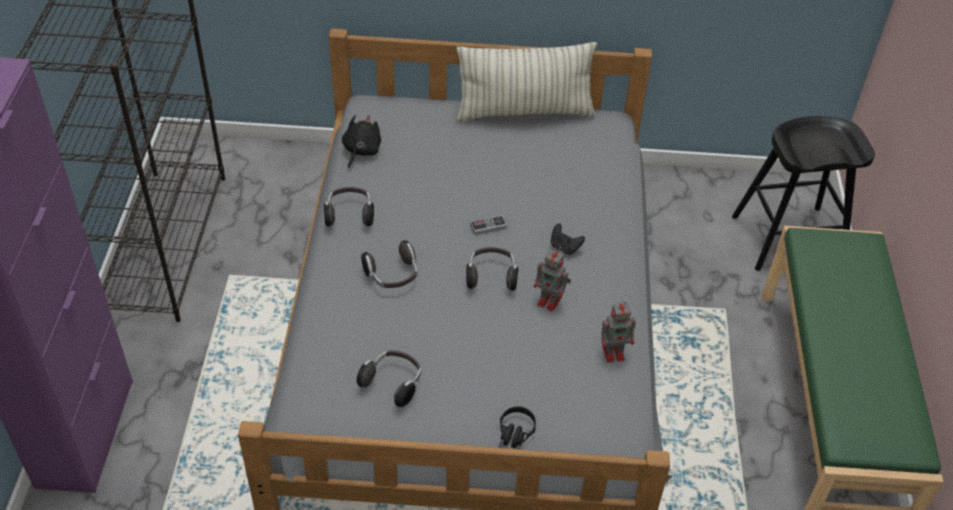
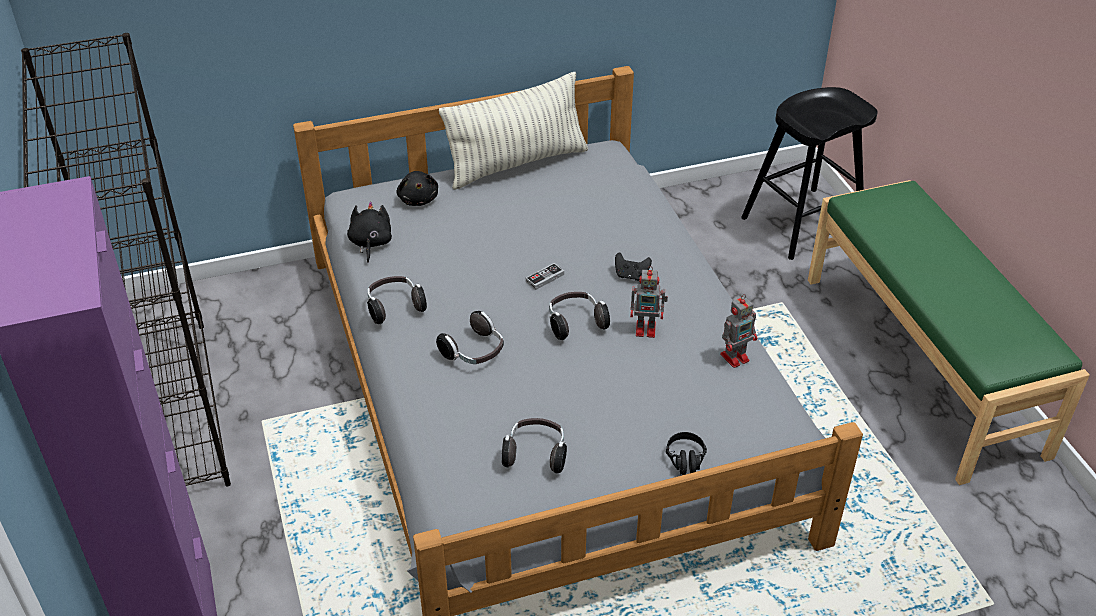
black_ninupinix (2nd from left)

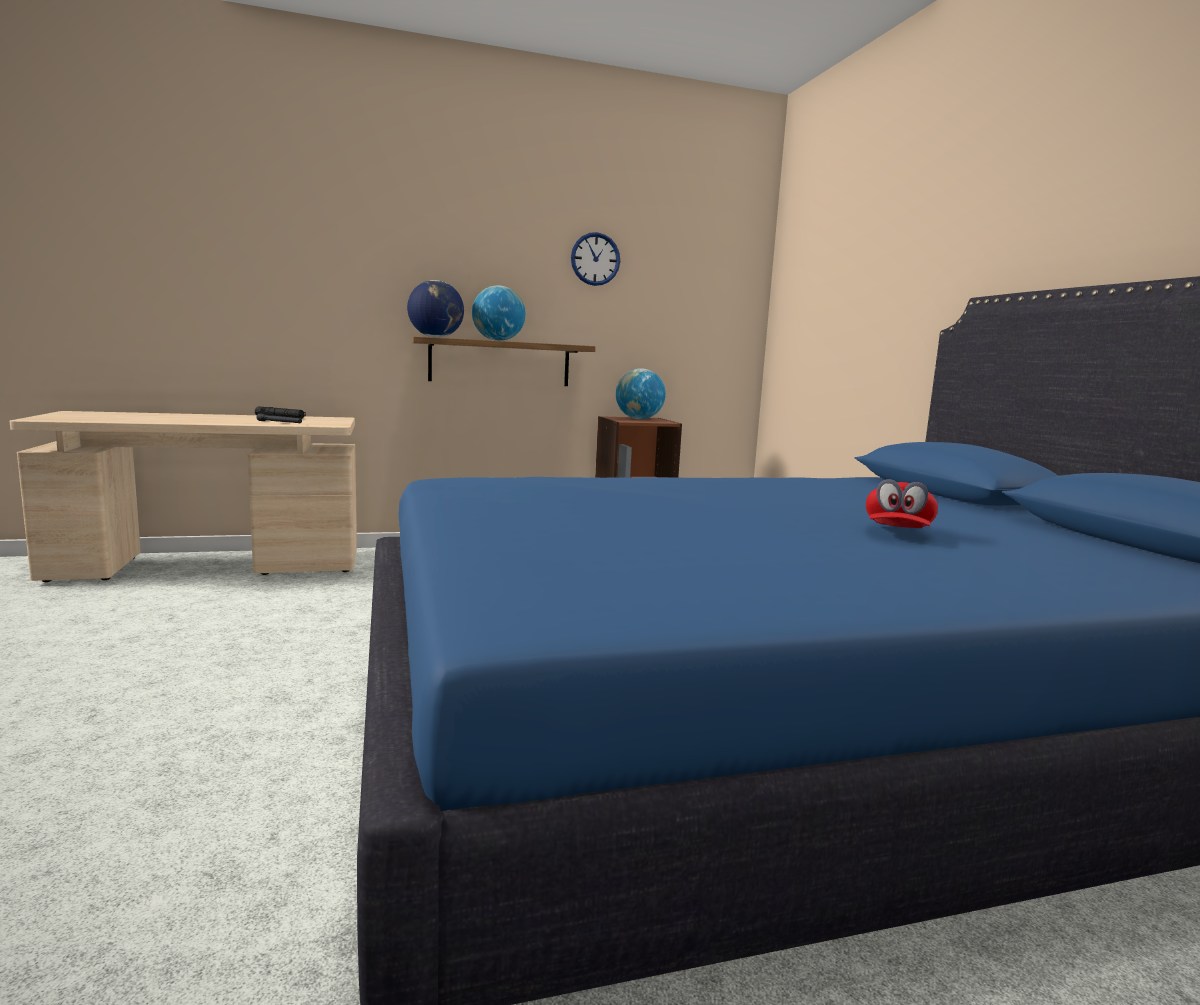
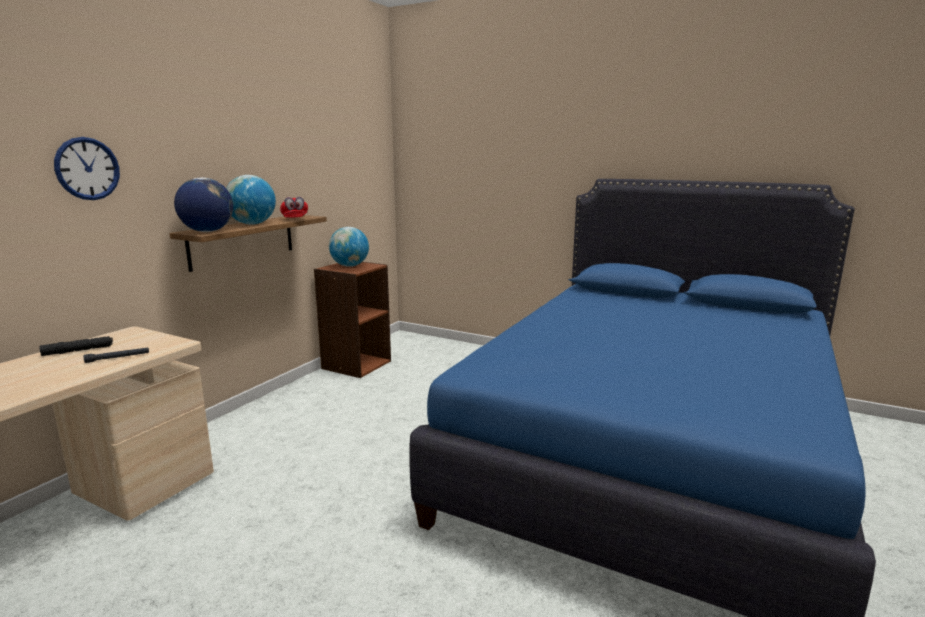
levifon
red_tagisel

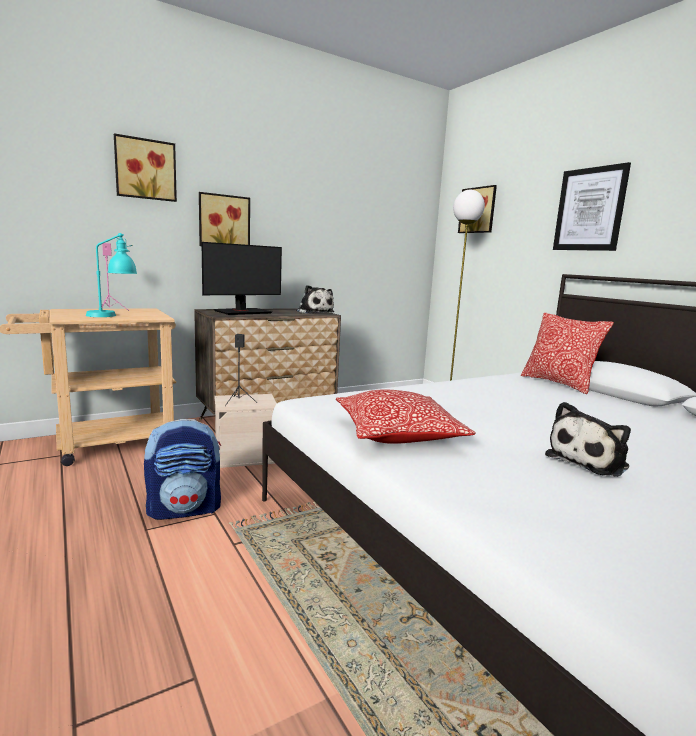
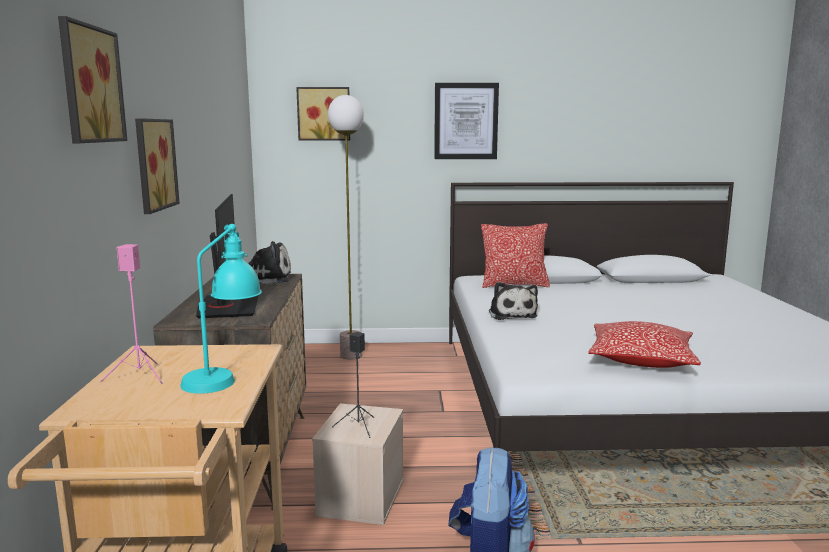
ninupinix (2nd from left)

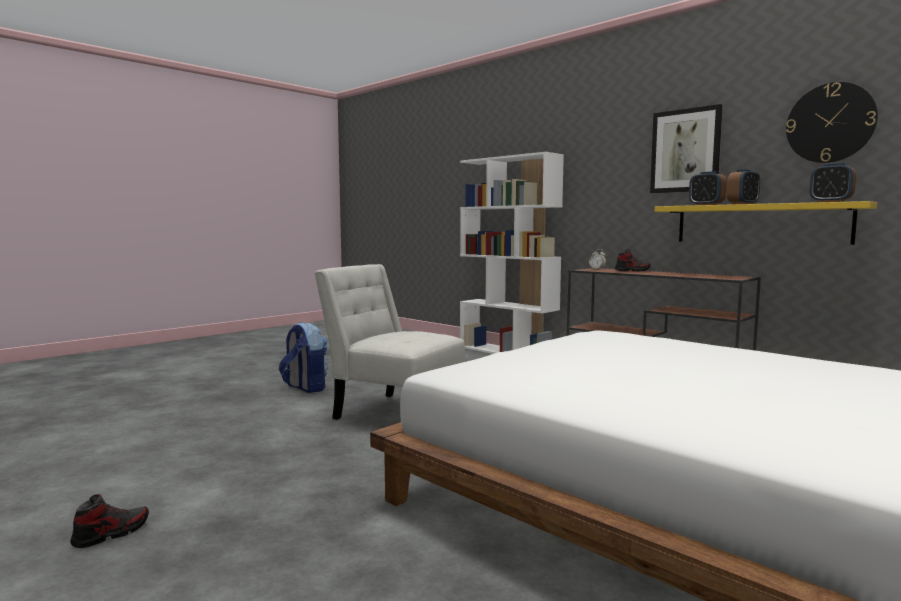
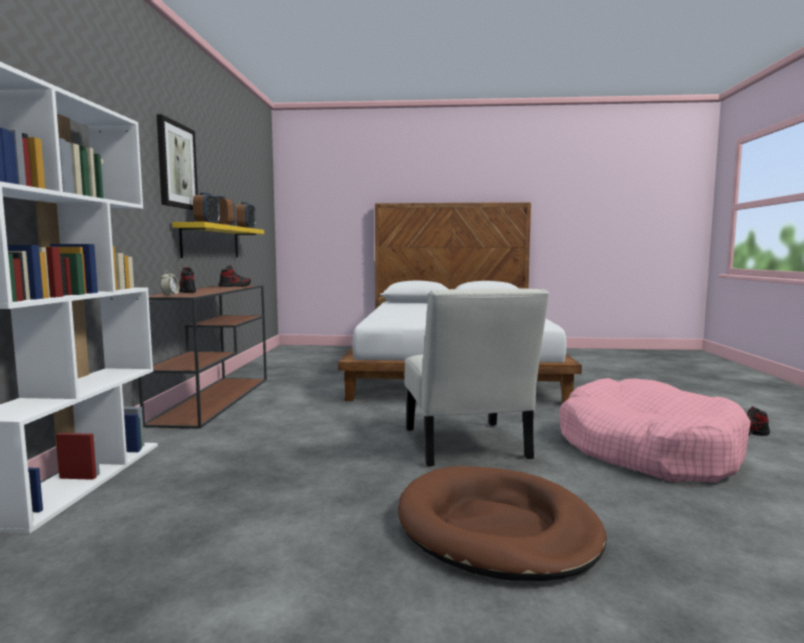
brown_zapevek
levifon
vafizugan (2nd from left)
pink_zapevek

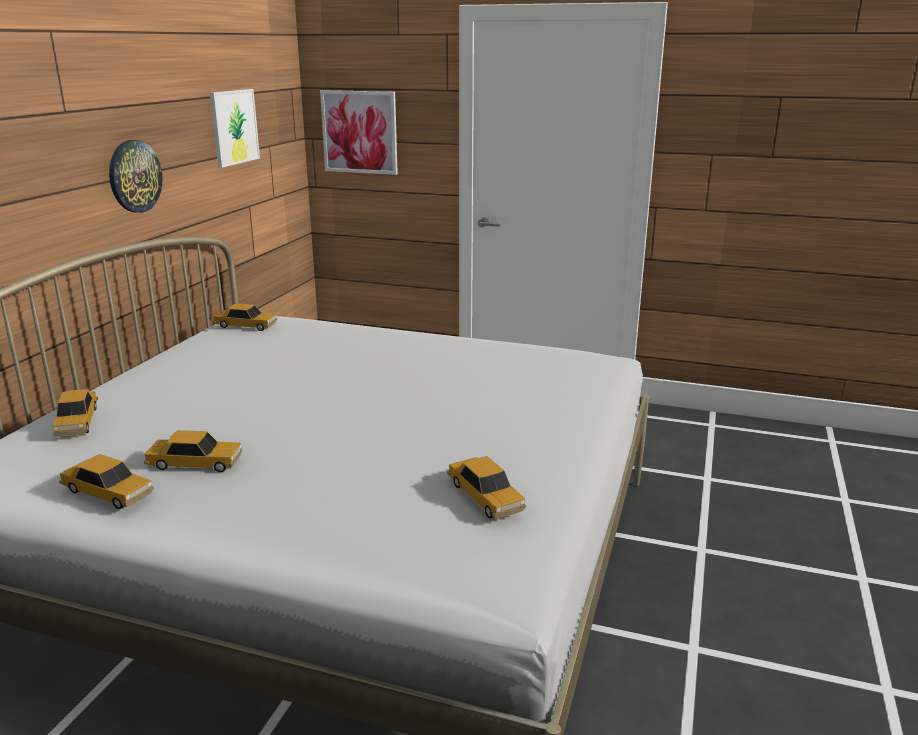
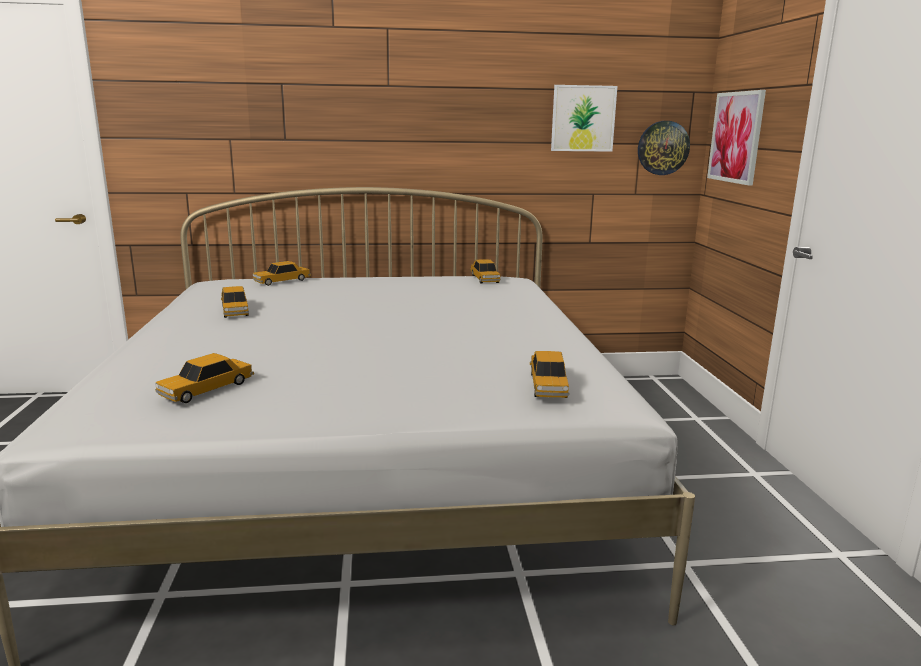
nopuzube (5th from left)
levifon

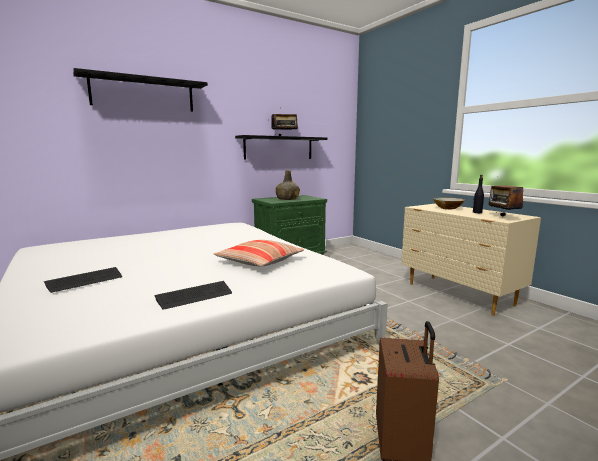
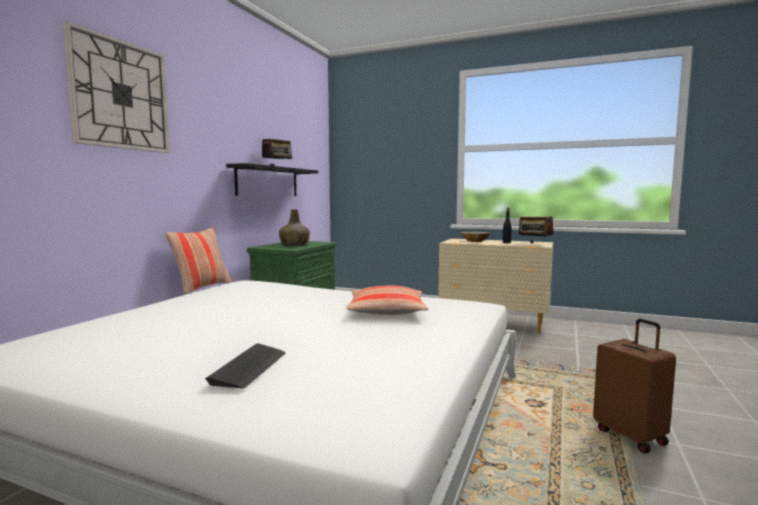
levifon
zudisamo (2nd from left in the first image)
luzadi (1st from left)

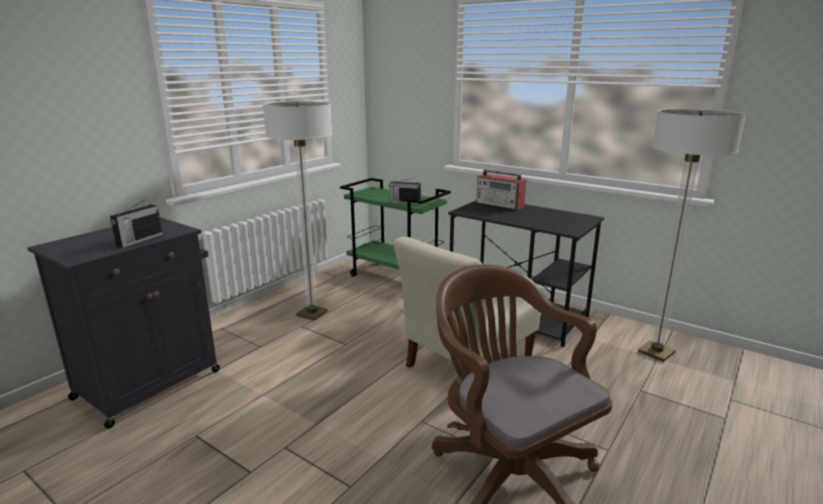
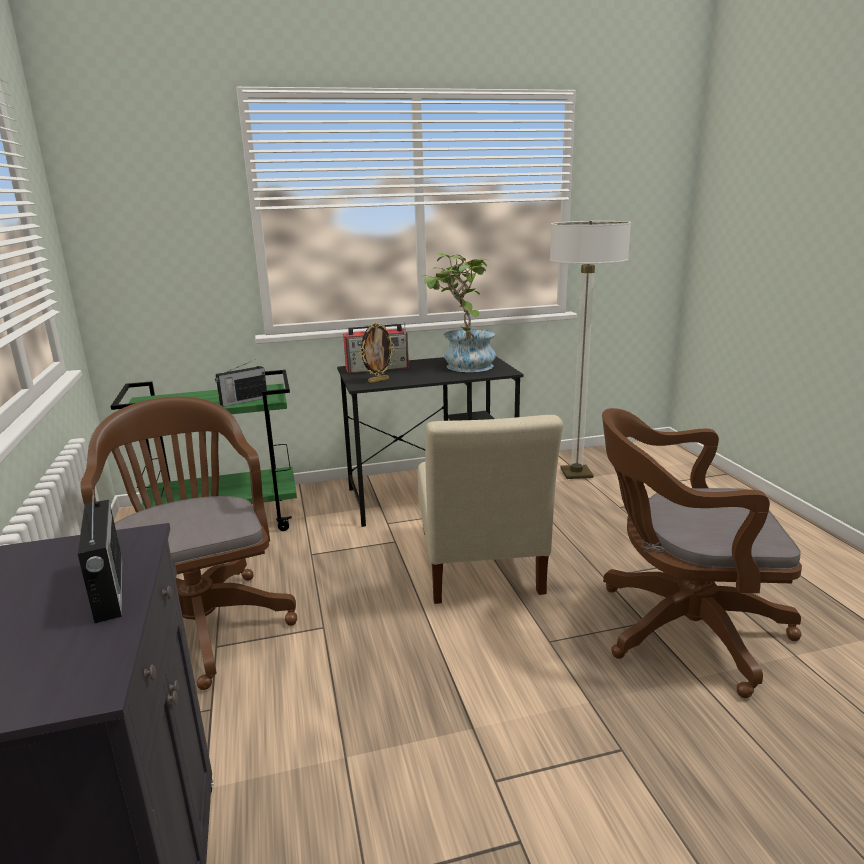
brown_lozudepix (1st from left)
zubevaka
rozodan

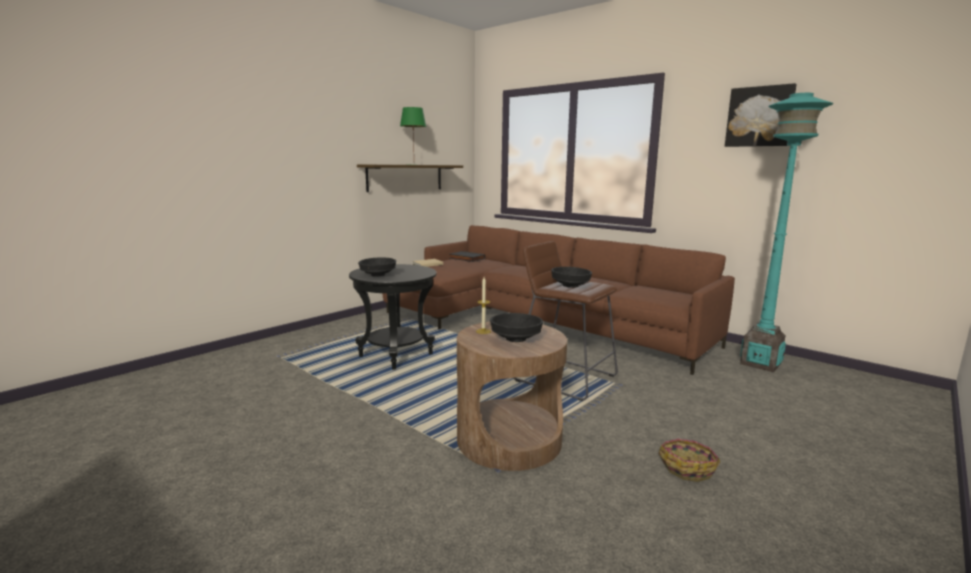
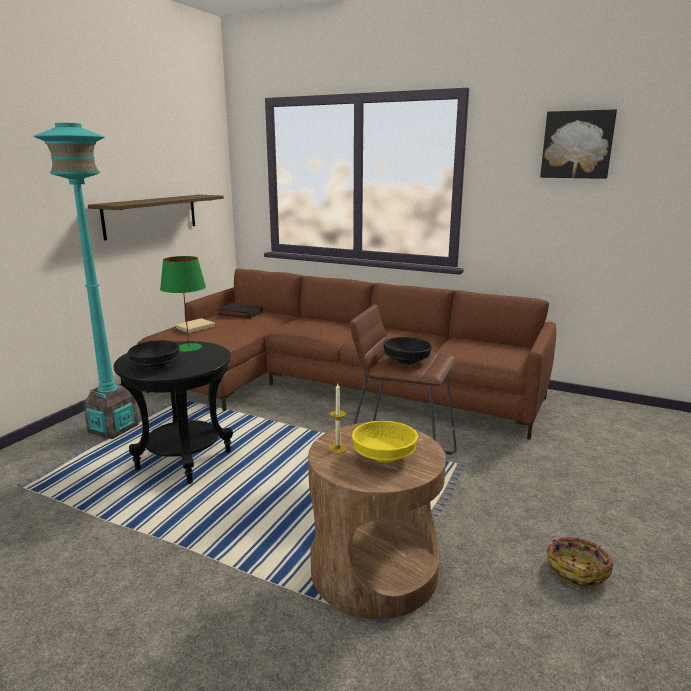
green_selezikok
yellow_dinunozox
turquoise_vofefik

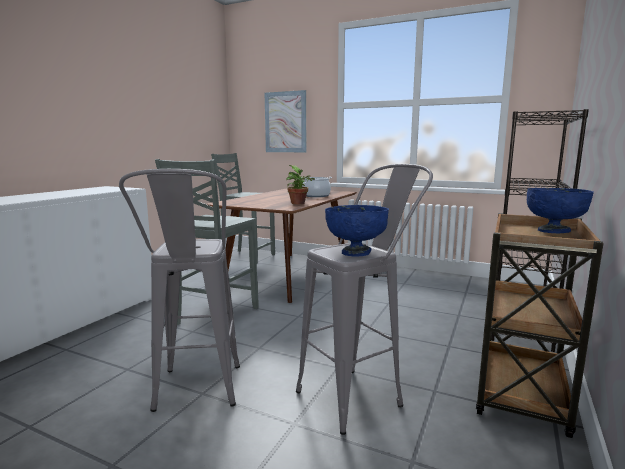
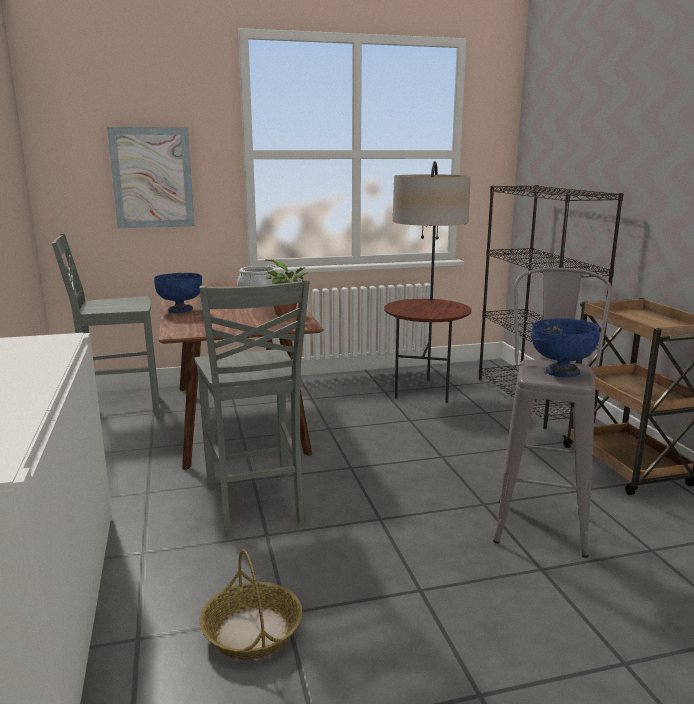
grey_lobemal (1st from left in the first image)
blue_dinunozox (1st from left)
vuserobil
vofefik

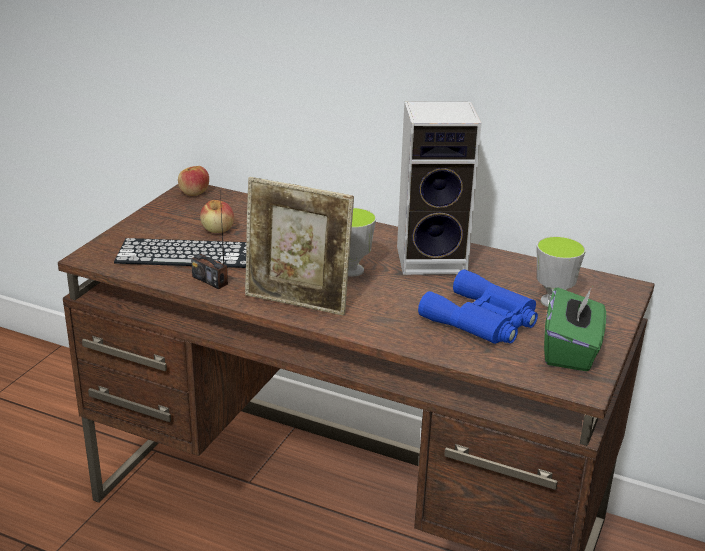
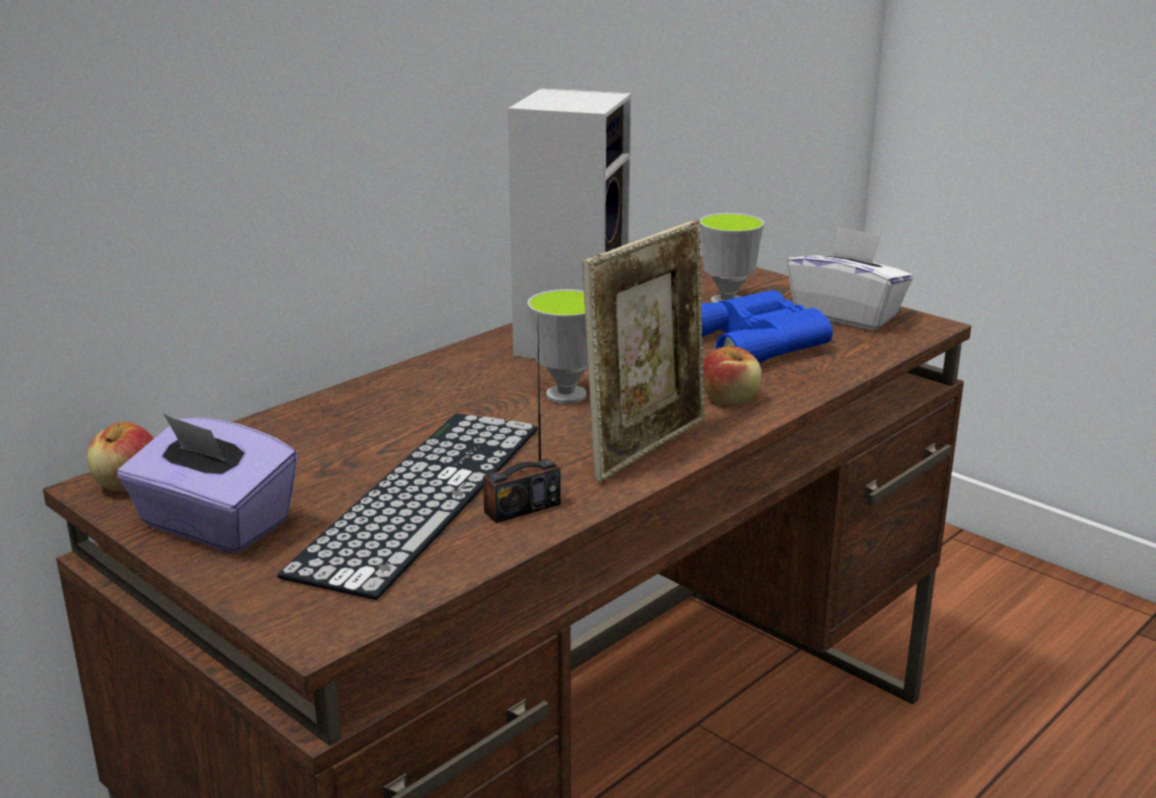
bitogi (2nd from left)
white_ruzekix
purple_ruzekix

